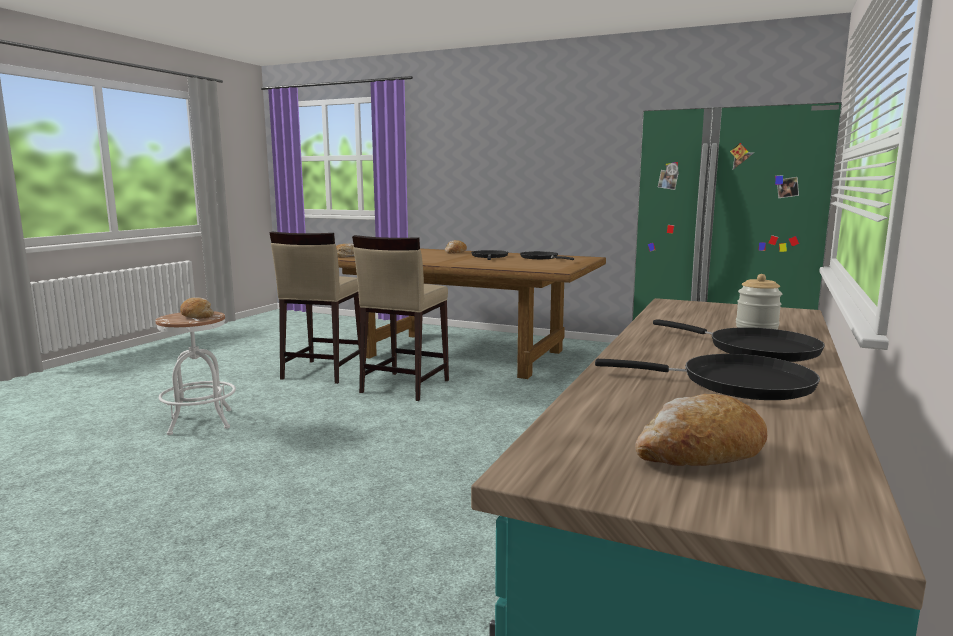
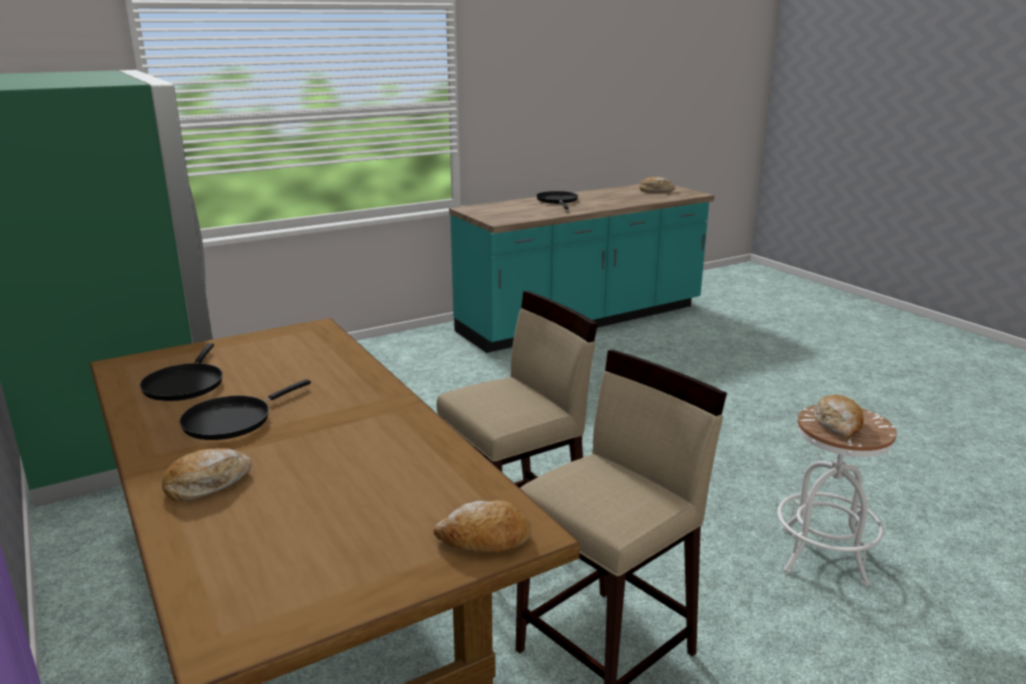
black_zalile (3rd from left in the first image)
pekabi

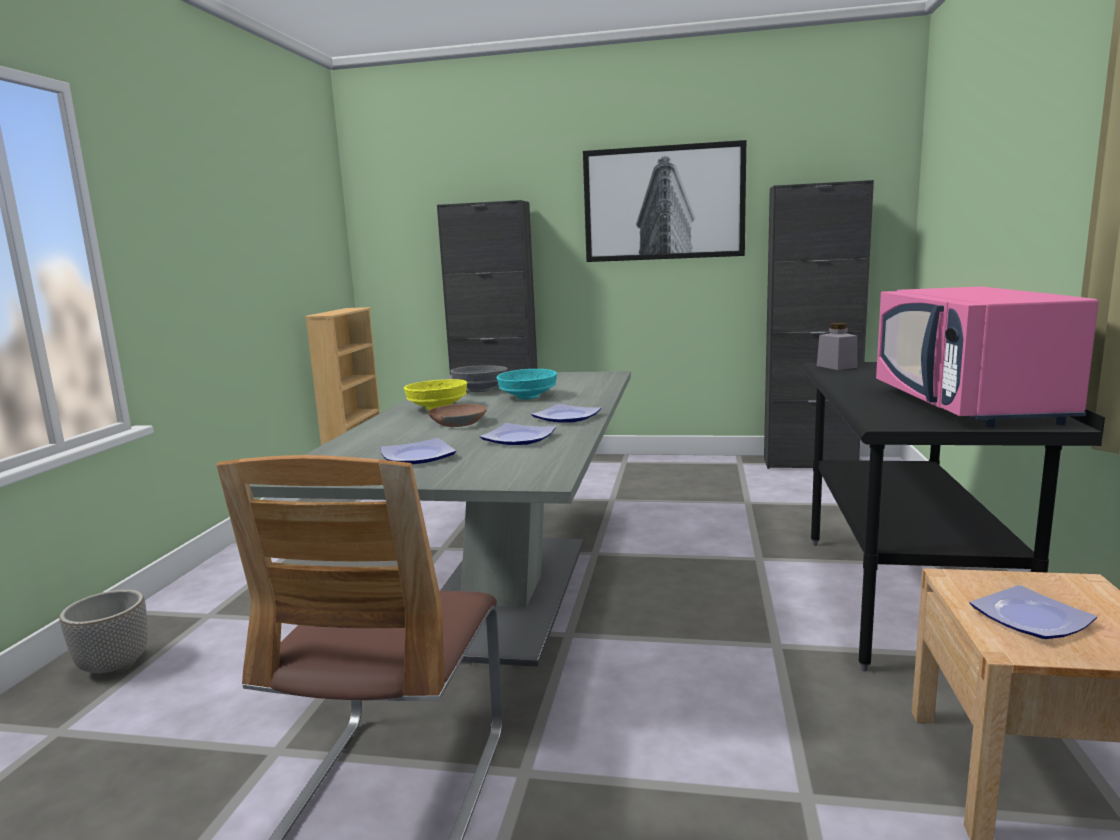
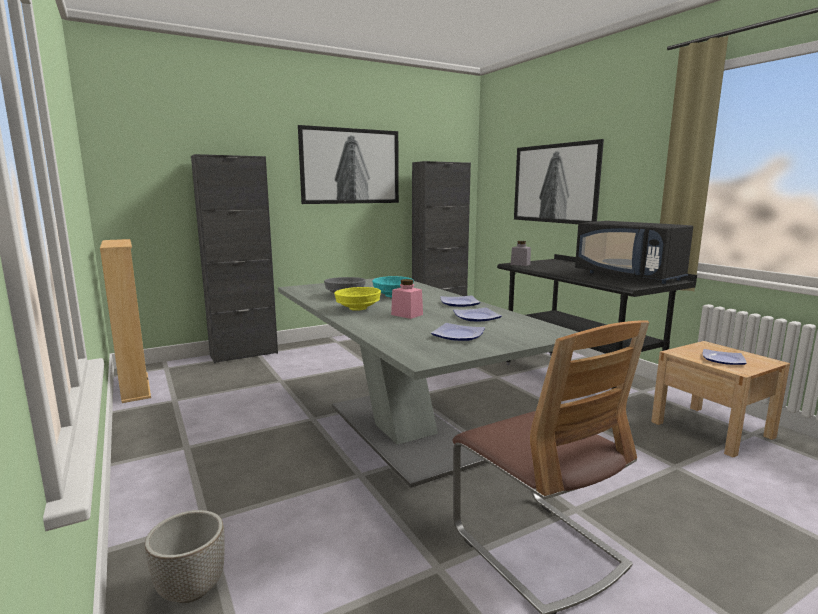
pink_pekabi
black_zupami
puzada (2nd from left)

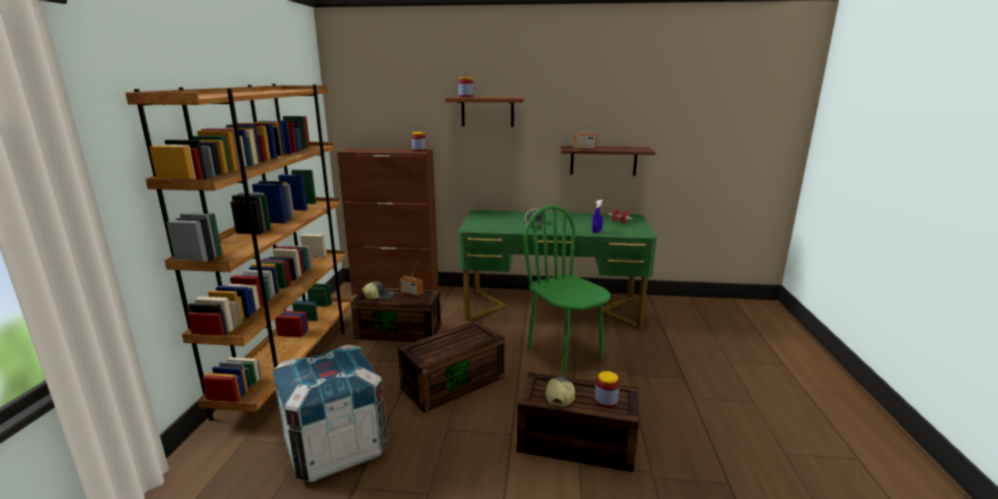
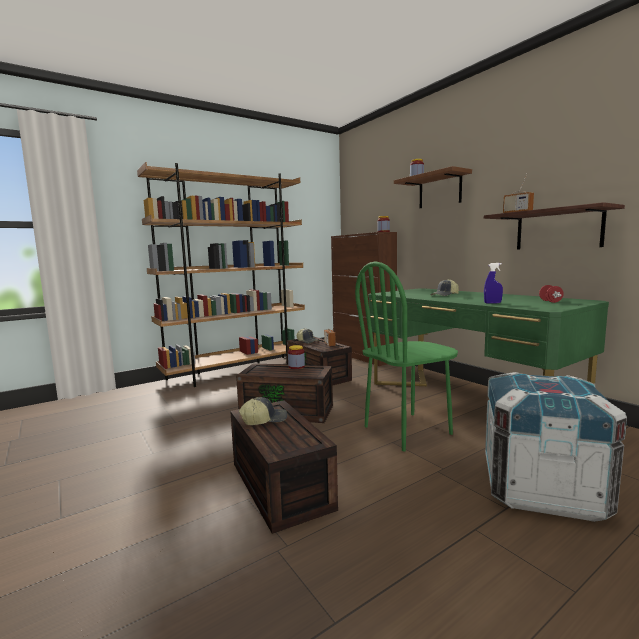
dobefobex
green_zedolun
pekabi (1st from left)

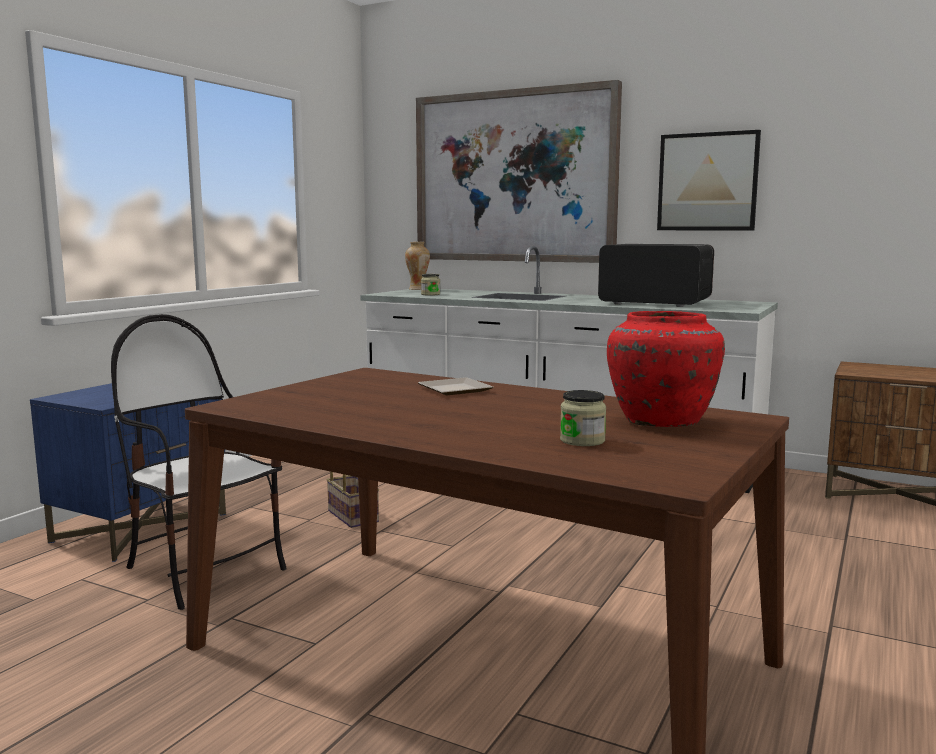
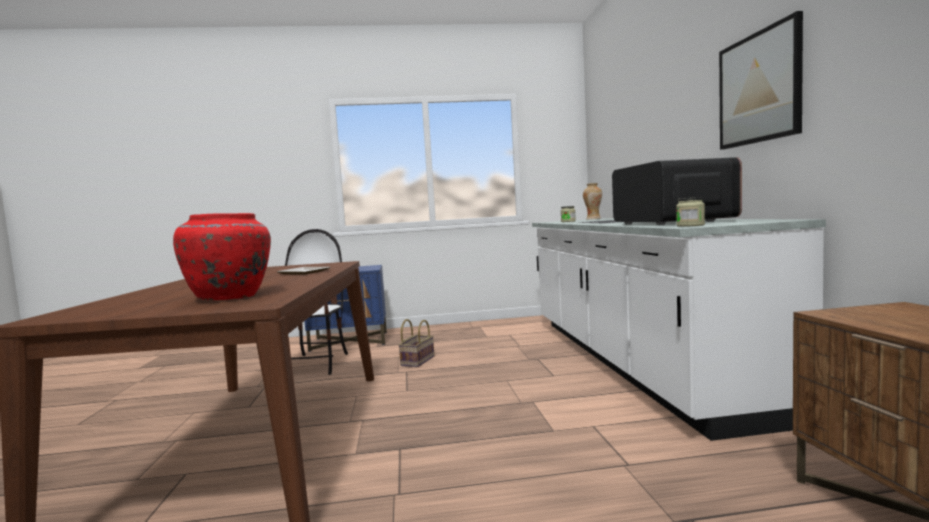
puzada (1st from left in the first image)
pekabi (2nd from left)

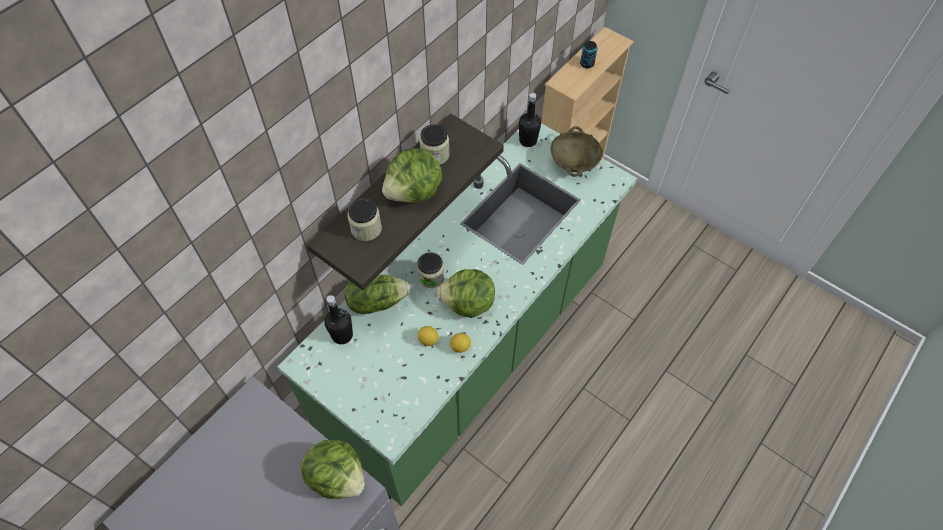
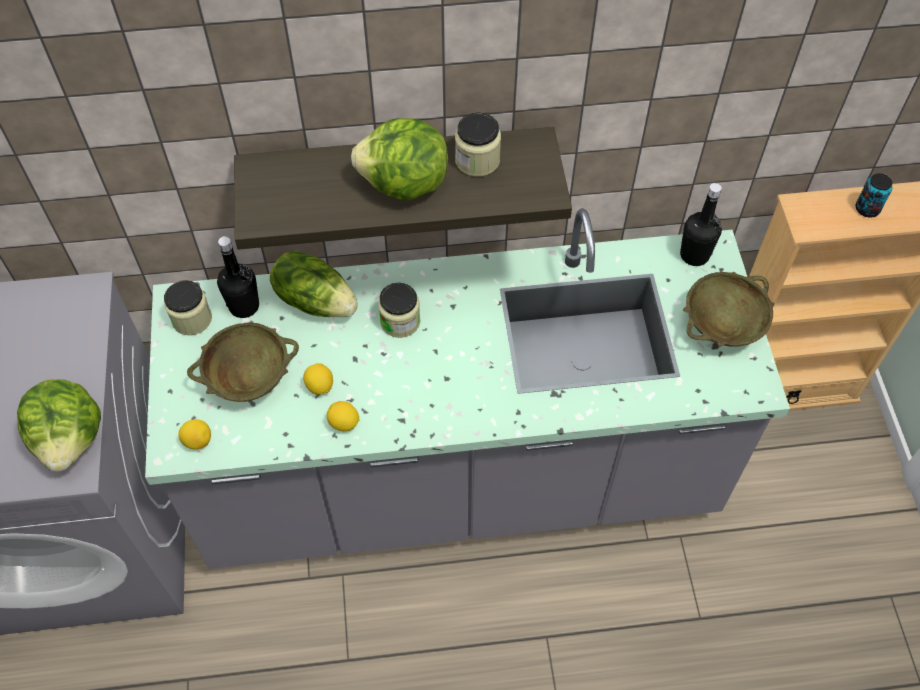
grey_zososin
pekabi (1st from left)
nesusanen (4th from left in the first image)
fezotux (1st from left)
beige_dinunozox (1st from left)

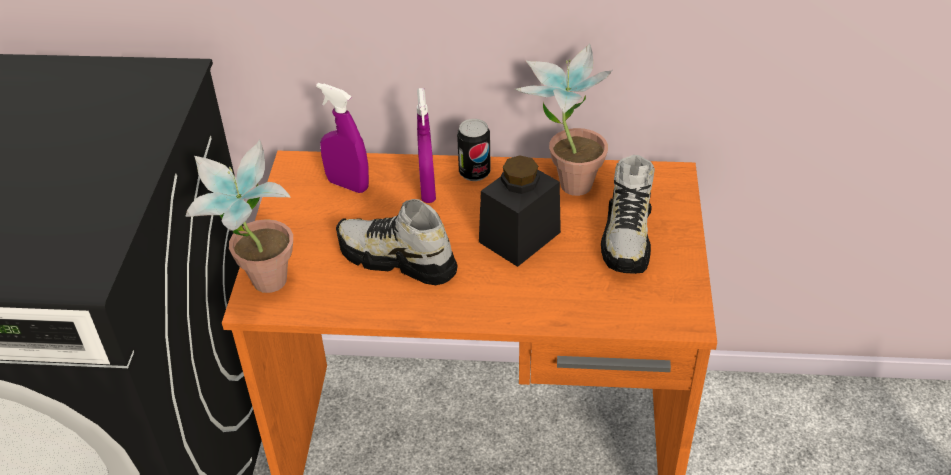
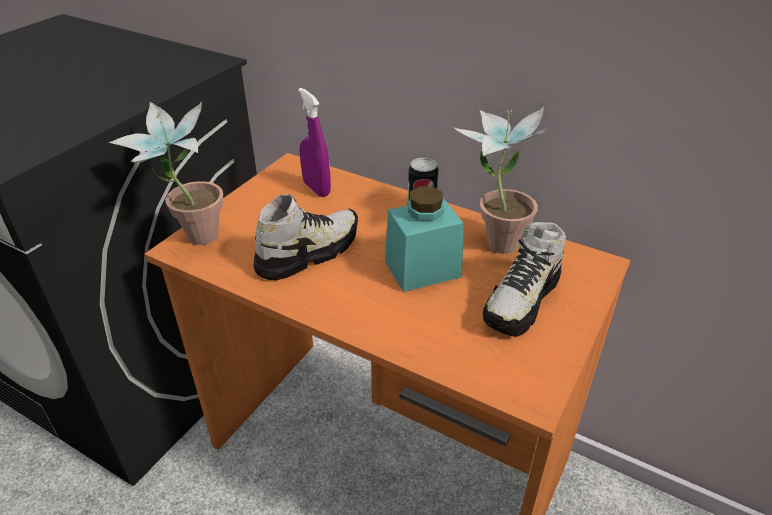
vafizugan (1st from left)
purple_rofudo (2nd from left in the first image)
turquoise_pekabi

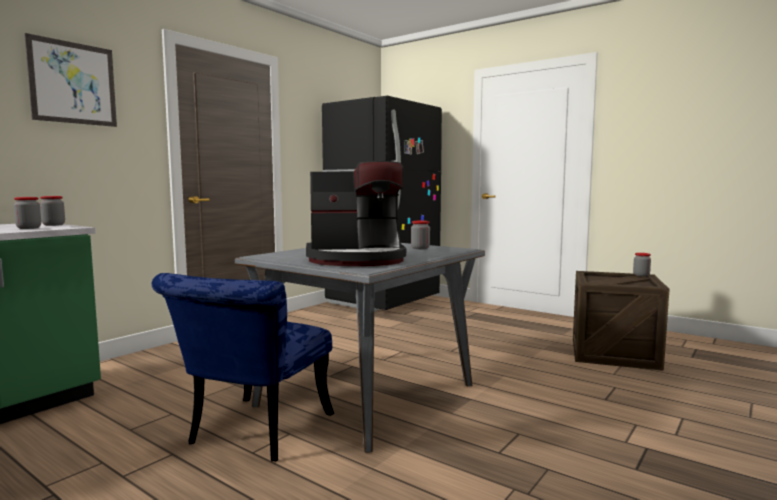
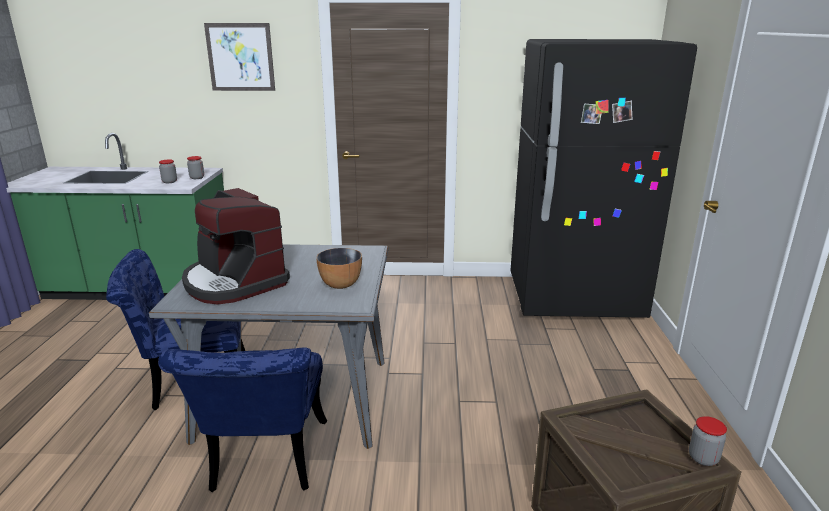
dinunozox
blue_zedolun (2nd from left)

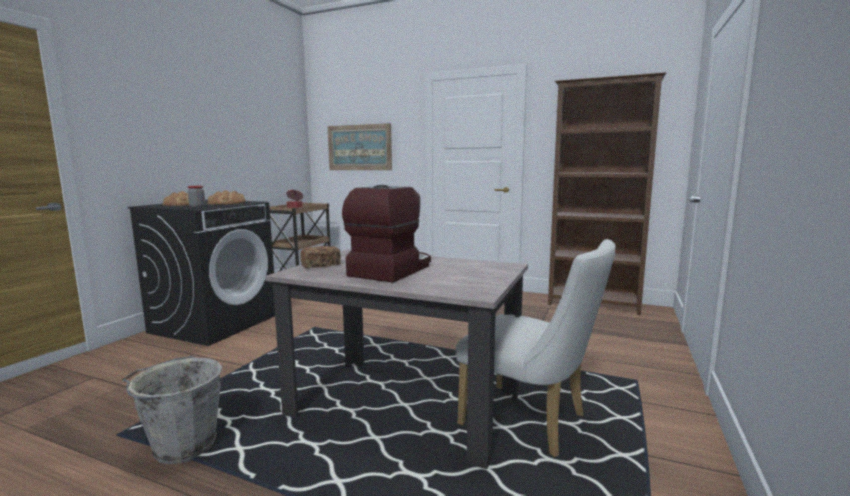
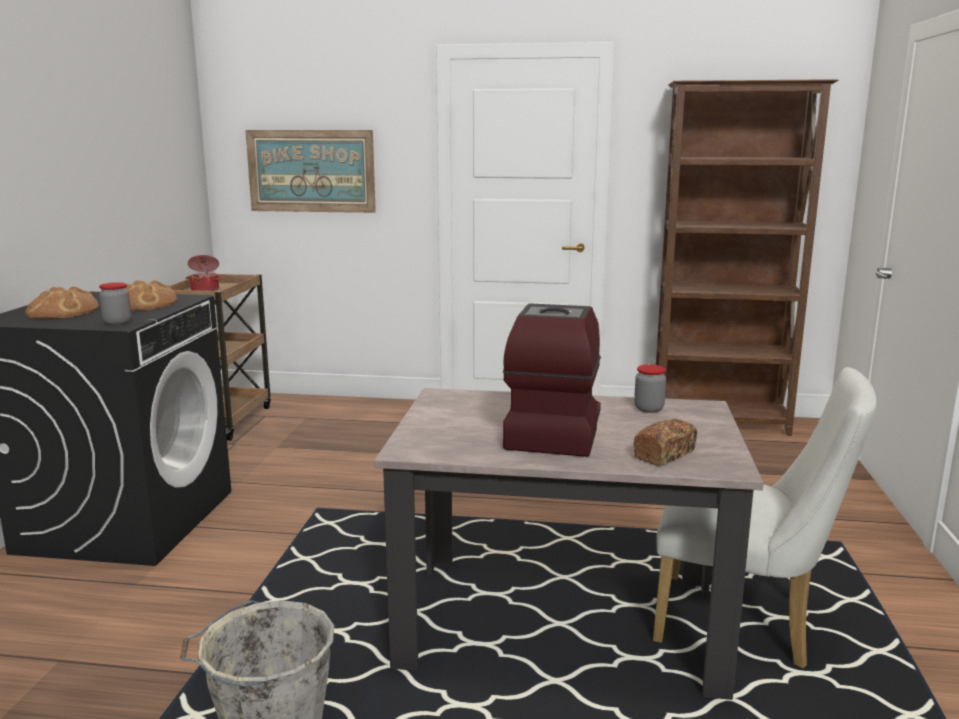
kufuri (3rd from left)
pekabi (2nd from left)

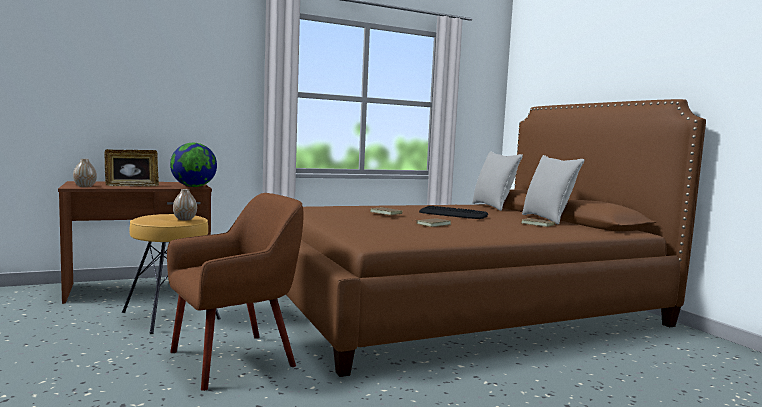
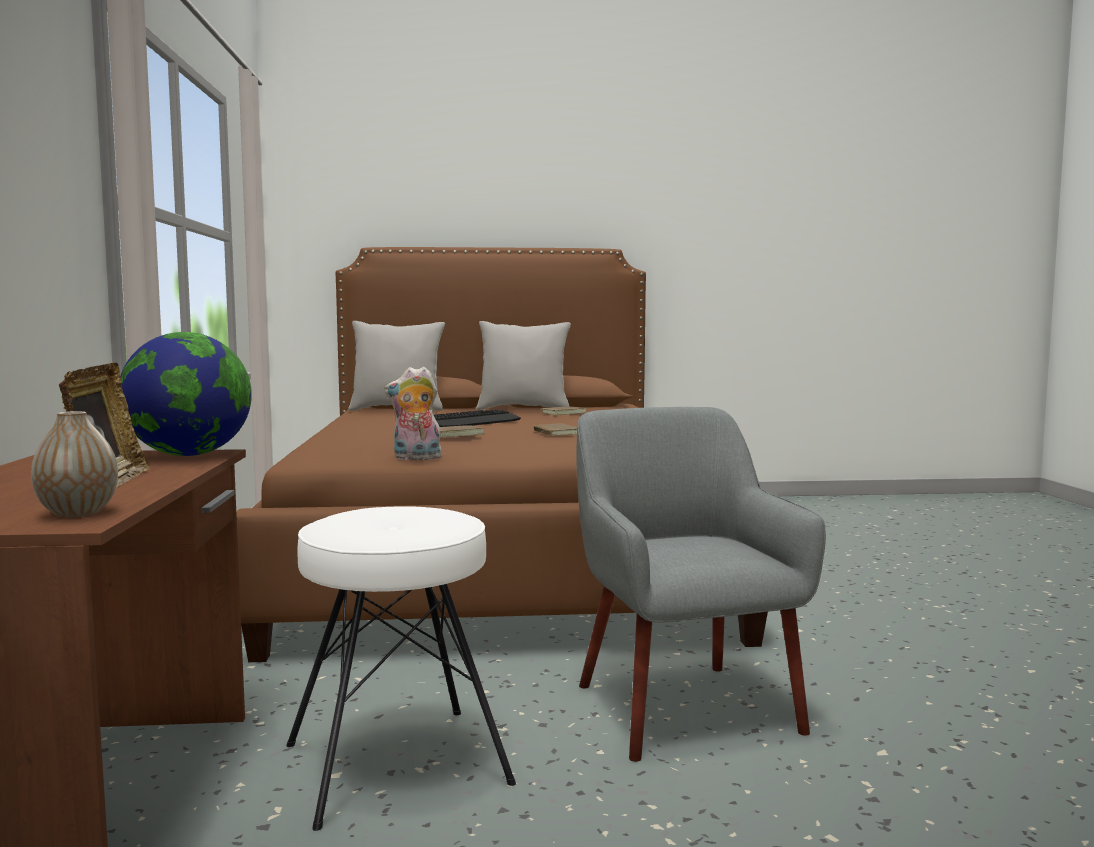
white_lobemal
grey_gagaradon
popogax (2nd from left in the first image)
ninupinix

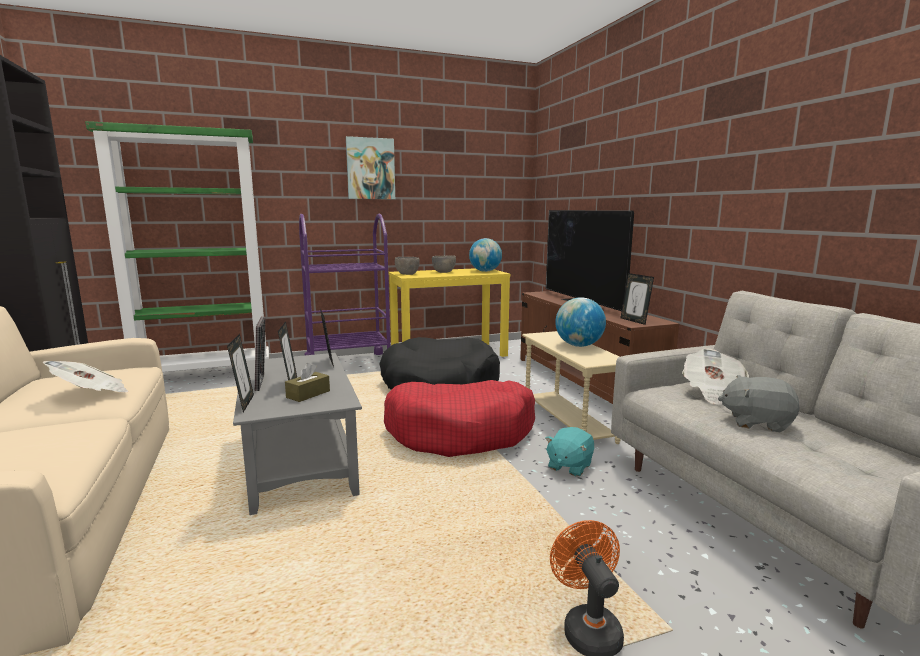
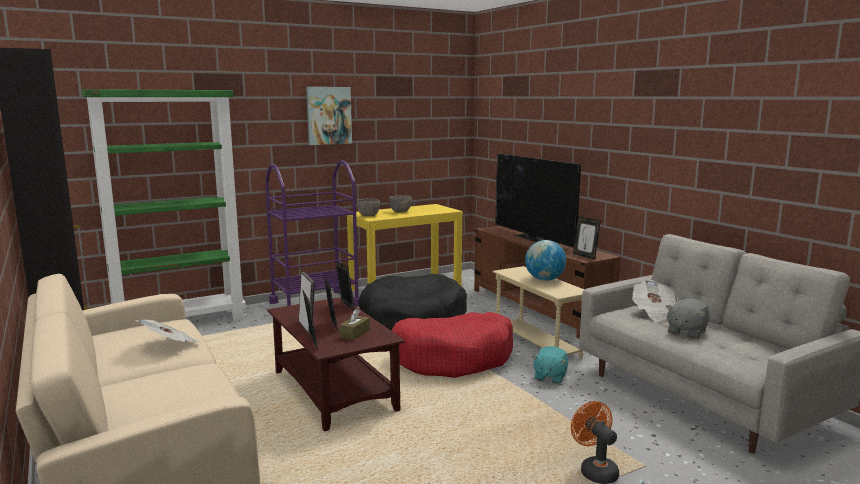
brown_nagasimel
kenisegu (1st from left in the first image)
grey_ninupinix

